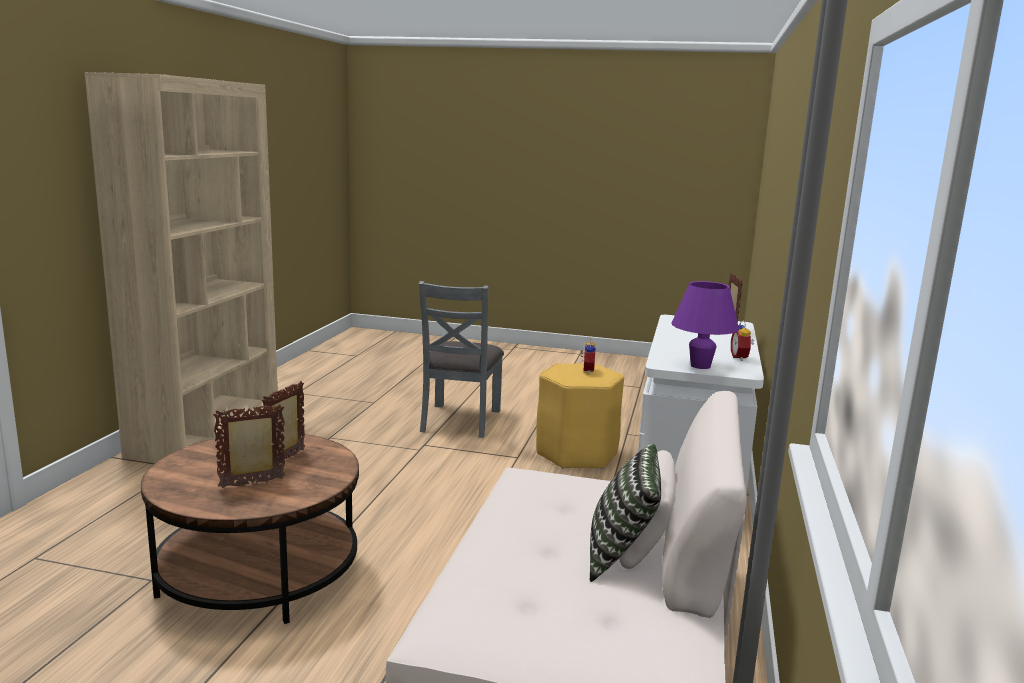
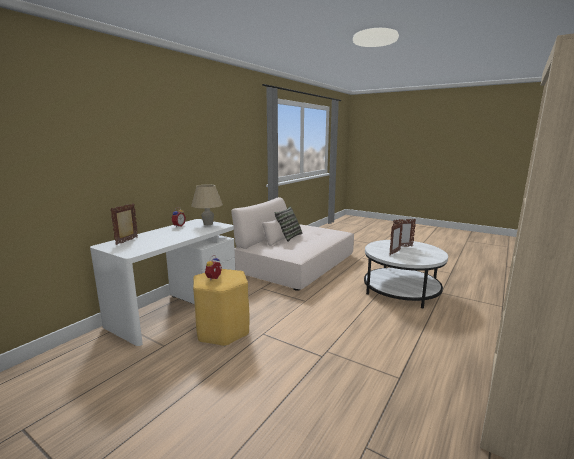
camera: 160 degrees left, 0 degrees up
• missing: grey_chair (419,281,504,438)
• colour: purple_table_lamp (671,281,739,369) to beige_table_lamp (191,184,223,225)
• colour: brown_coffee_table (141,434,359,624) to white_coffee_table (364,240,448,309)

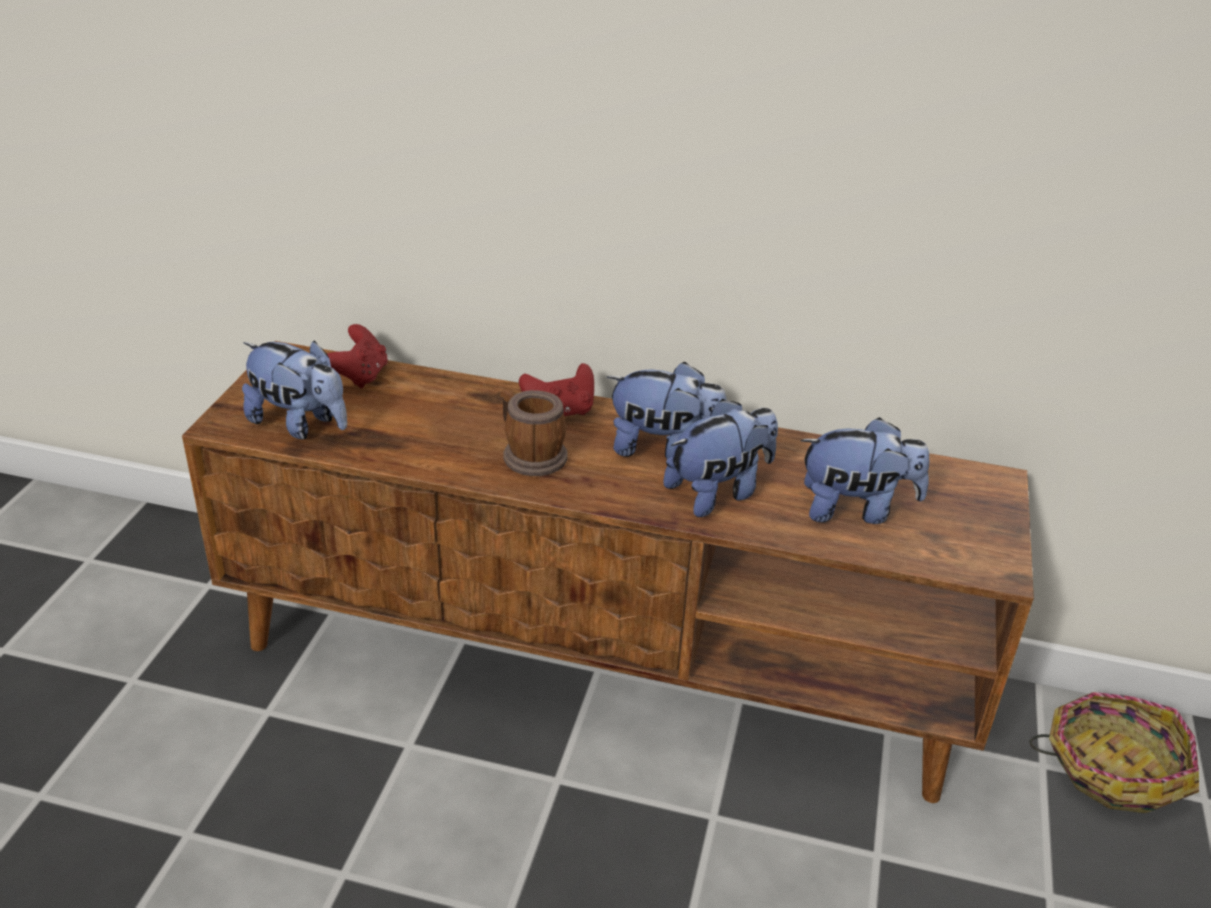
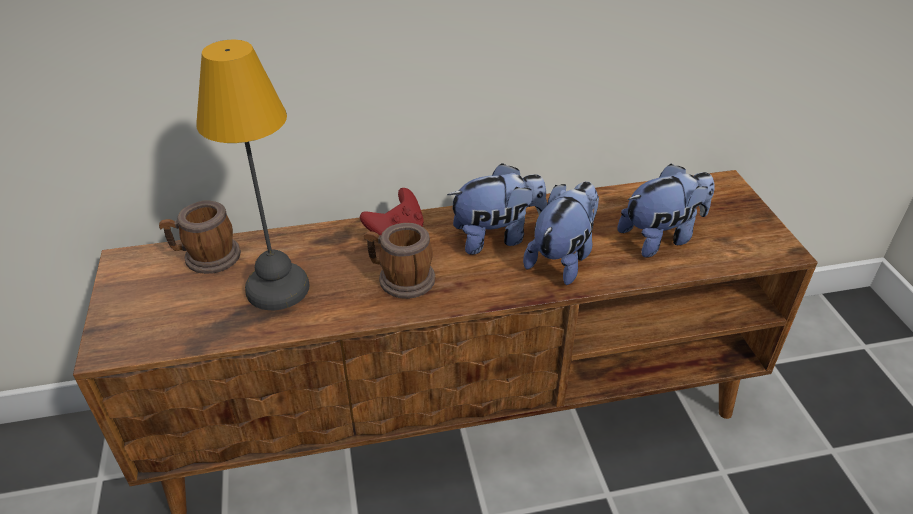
camera: 25 degrees left, 5 degrees up
• exchanged: red_game_controller (327,324,388,389) to mug (159,200,241,274)
• missing: plush_toy (242,340,347,439)
• missing: basket (1030,692,1199,813)
• appeared: table_lamp (196,40,310,310)

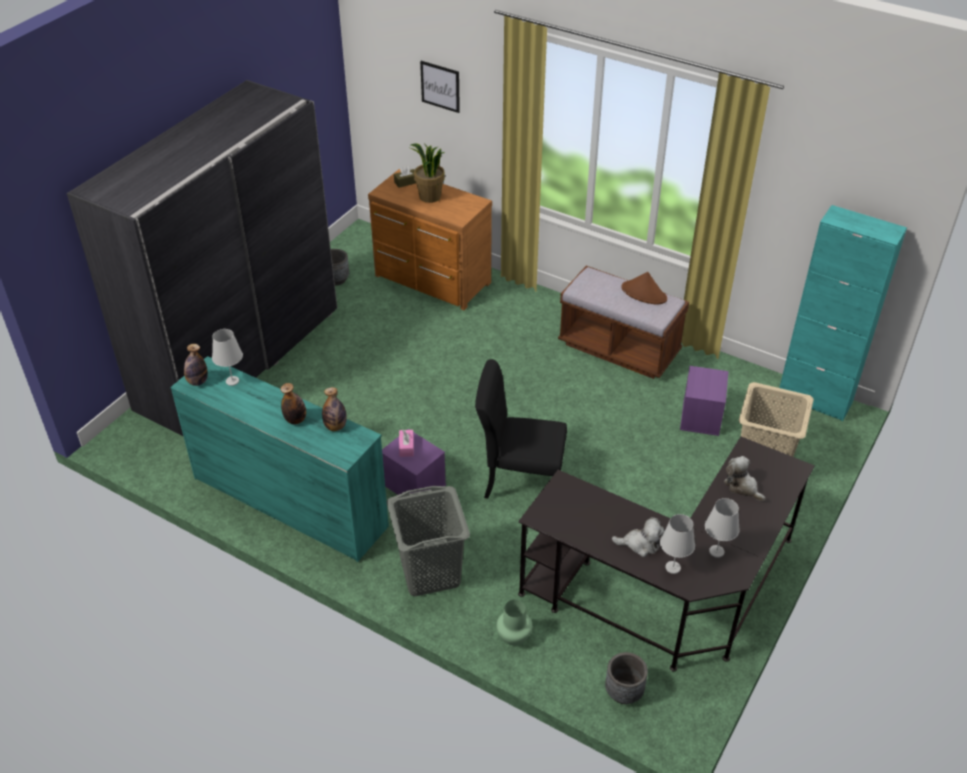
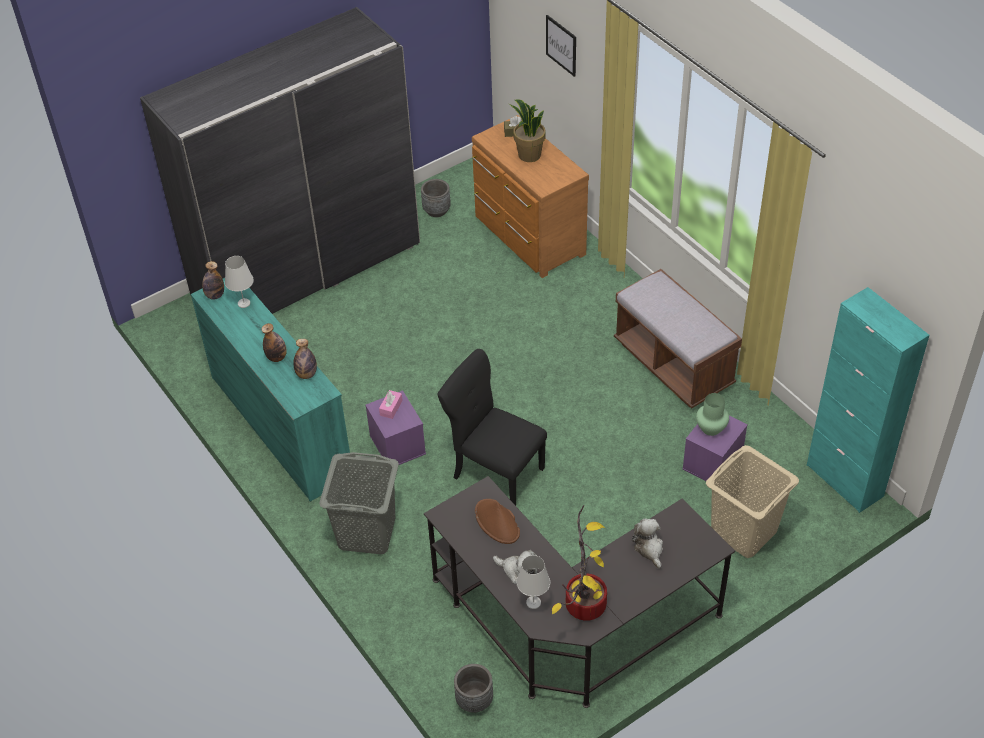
camera: 25 degrees right, 5 degrees up
• relocated: brown_hat (621,272,667,304) to (475,499,520,544)
• exchanged: white_table_lamp (705,498,740,558) to potted_plant (552,505,607,621)
• relocated: green_vase (496,600,533,645) to (696,393,729,436)

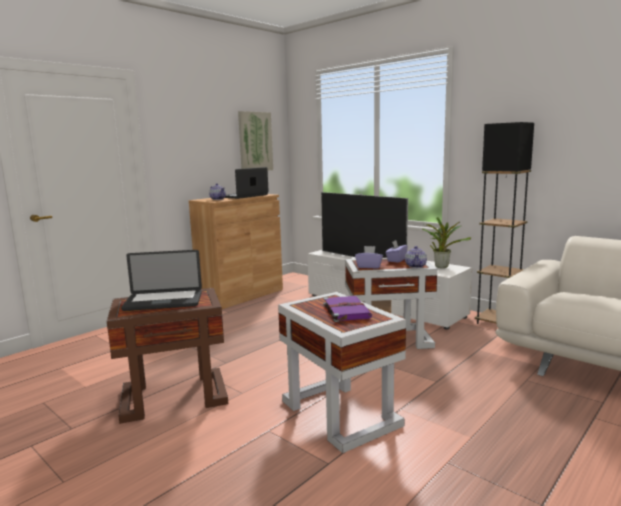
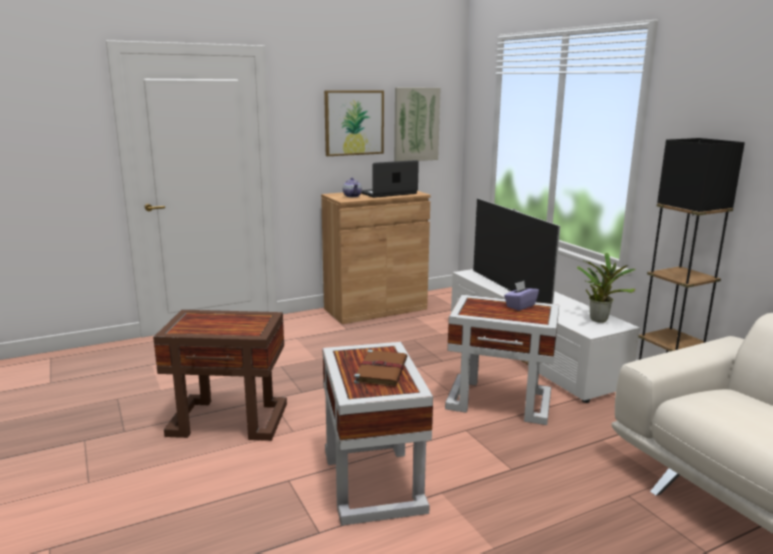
camera: 20 degrees right, 5 degrees up
• missing: purple_tissue_box (355,246,383,269)
• missing: teapot (405,246,427,268)
• missing: laptop (121,250,202,311)
• colour: purple_book (323,296,372,322) to brown_book (354,350,408,387)
• appeared: picture (324,90,384,156)

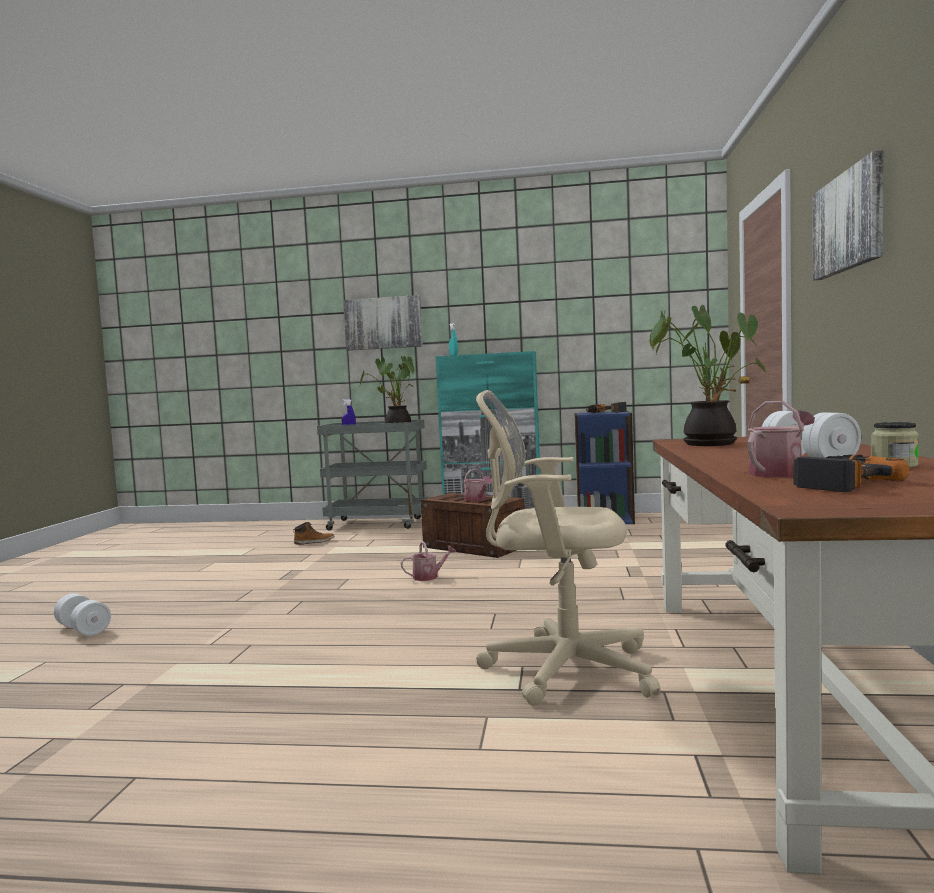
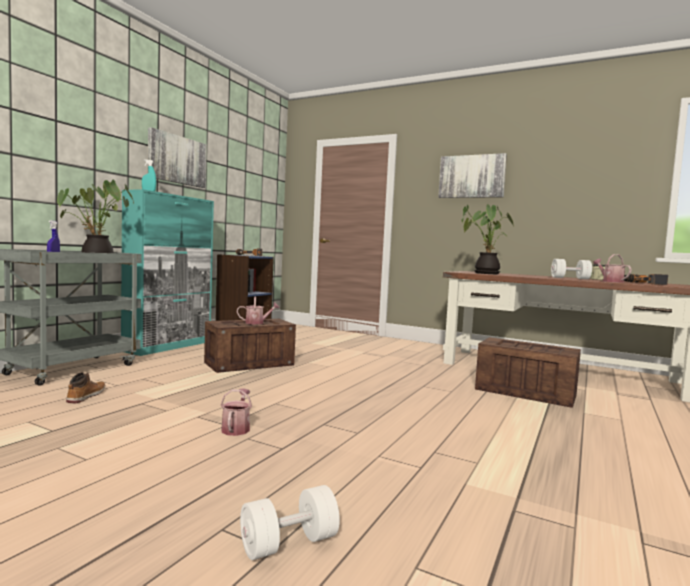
camera: 70 degrees left, 0 degrees up
• relocated: picture (343,295,423,351) to (148,127,207,188)
• exchanged: beige_office_chair (476,390,661,705) to crate (475,337,581,408)
• relocated: watering_can (401,541,456,581) to (221,388,252,436)

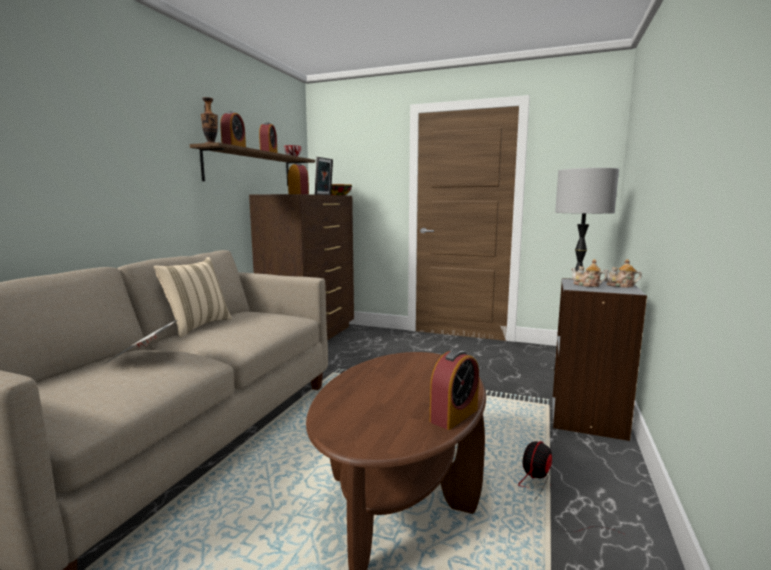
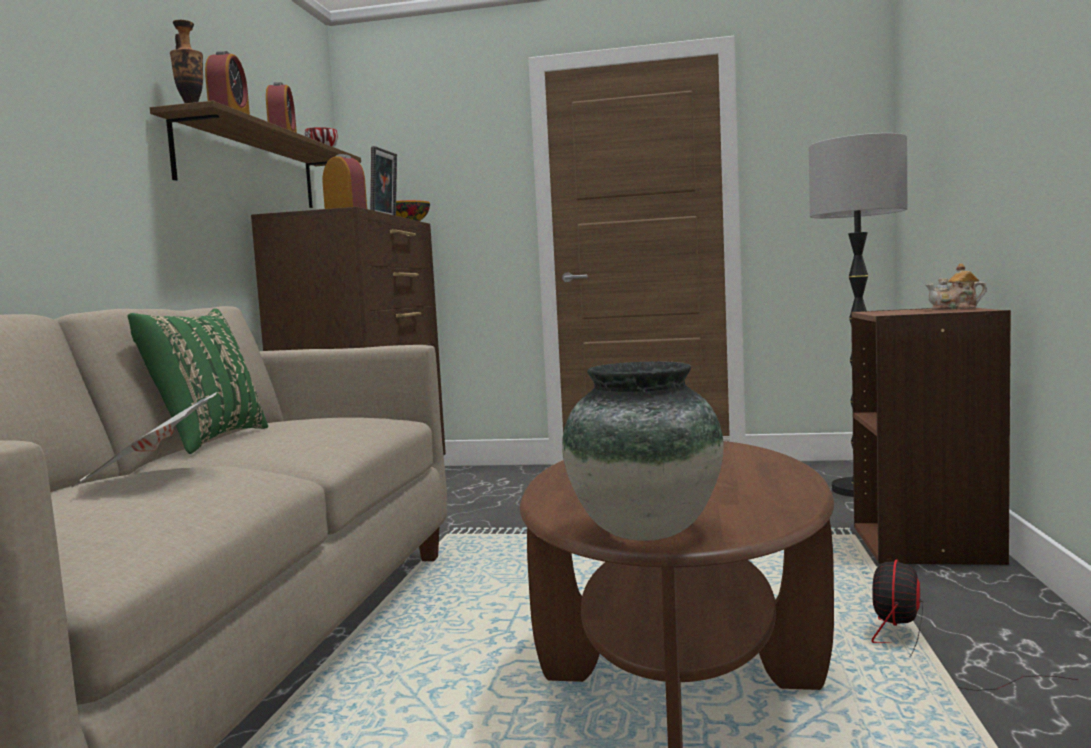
camera: 10 degrees left, 5 degrees down
• colour: beige_pillow (154,257,232,338) to green_pillow (128,308,268,454)
• missing: teapot (571,259,608,287)
• colour: grey_bookcase (552,278,647,441) to brown_bookcase (851,308,1011,565)
• missing: alarm_clock (430,349,479,430)
• appeared: vase (562,362,724,541)

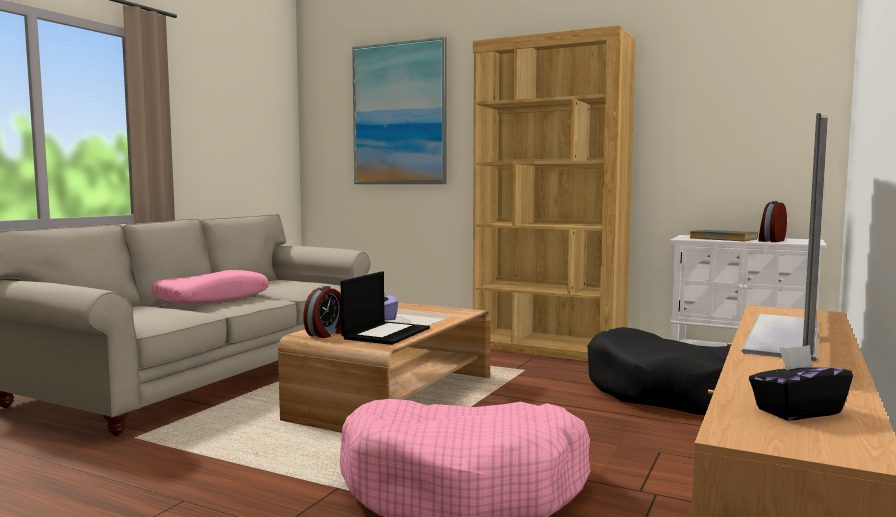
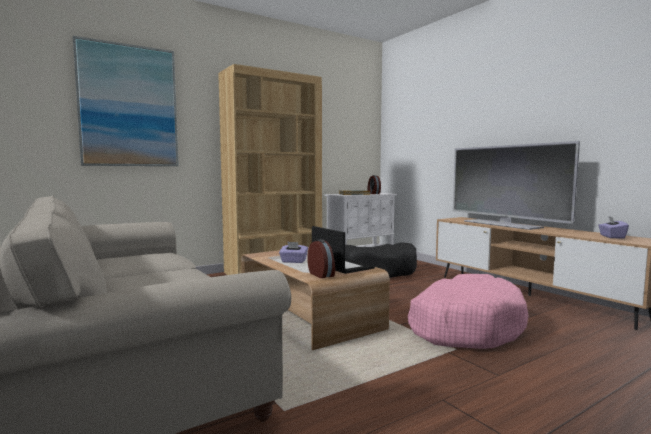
camera: 60 degrees left, 0 degrees up
• missing: pink_pillow (151,270,269,303)
• colour: black_tissue_box (749,345,853,421) to purple_tissue_box (598,216,629,239)

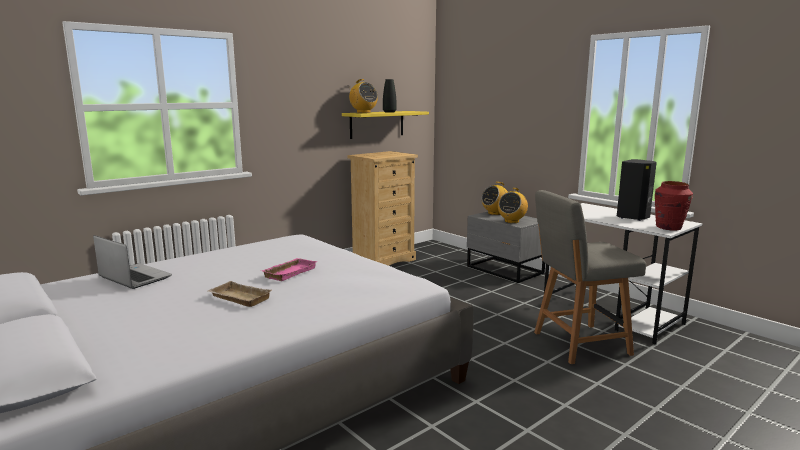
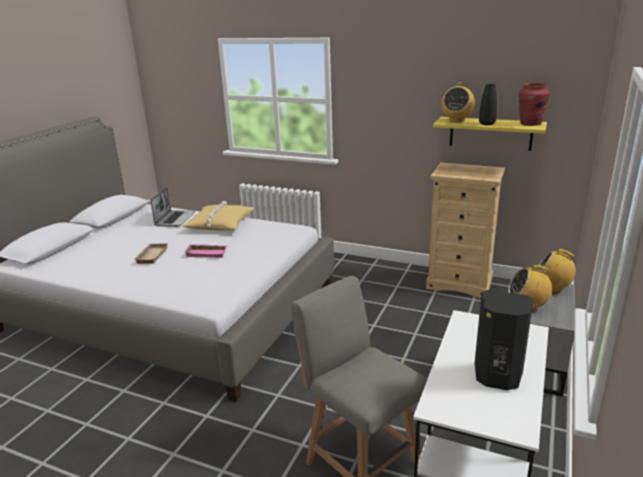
camera: 65 degrees right, 10 degrees up
• relocated: red_vase (655,181,693,230) to (519,83,550,126)
• appeared: yellow_pillow (183,201,254,230)

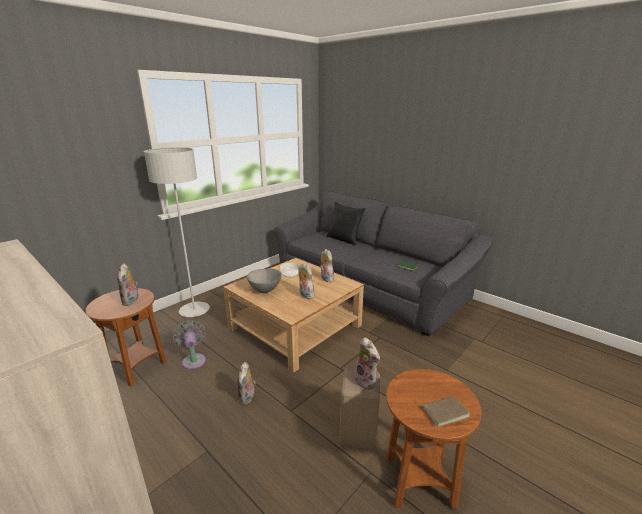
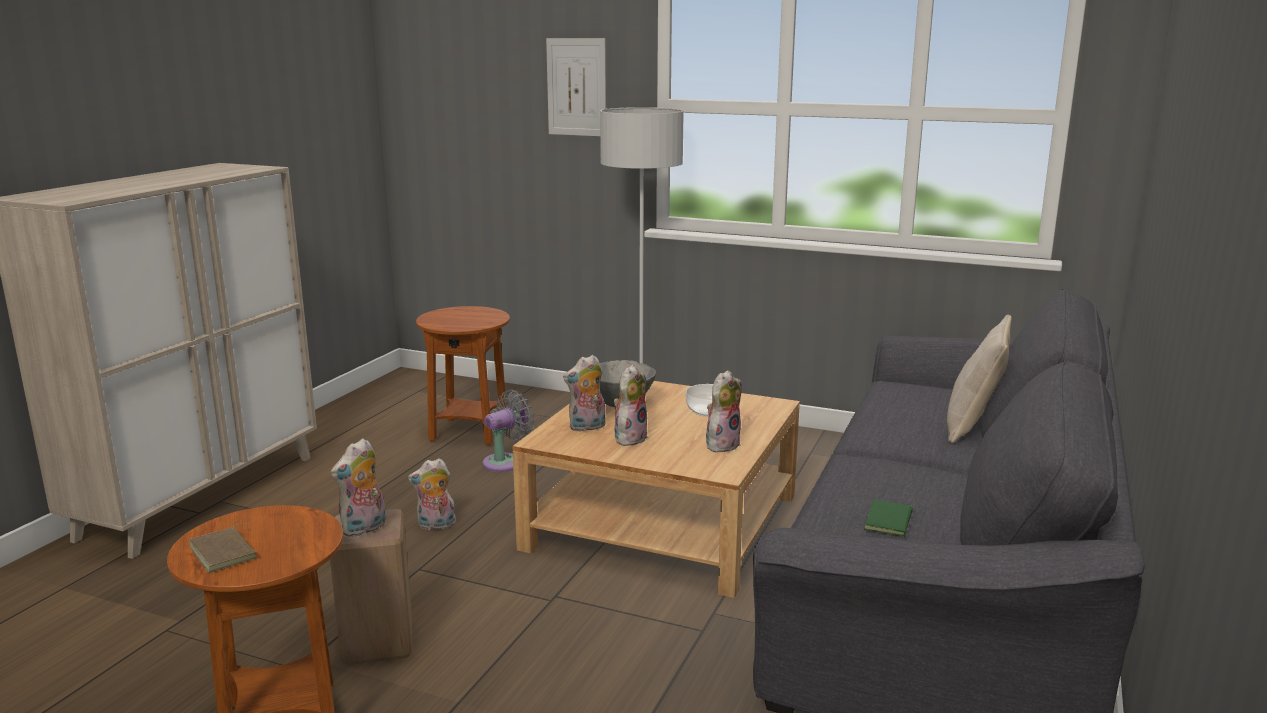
camera: 70 degrees right, 5 degrees down
• colour: black_pillow (326,202,365,245) to beige_pillow (947,315,1012,443)
• relocated: plush_toy (117,263,138,306) to (563,355,606,432)
• appeared: picture (546,38,606,136)

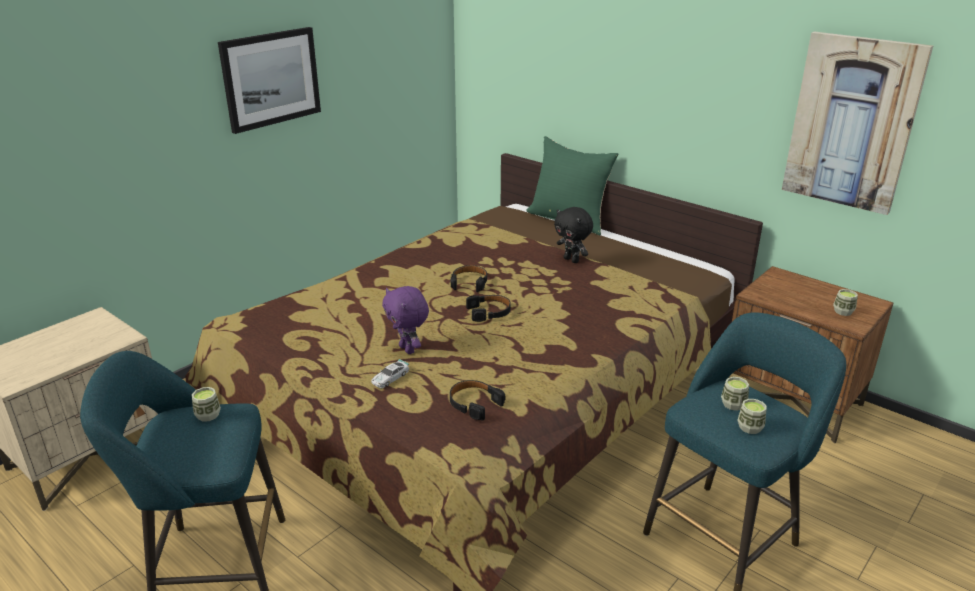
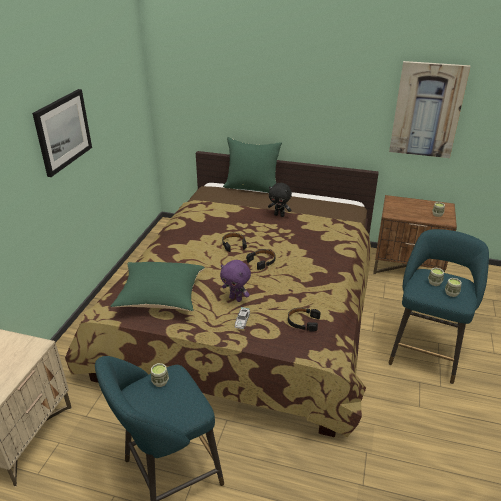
camera: 25 degrees left, 5 degrees up
• appeared: green_pillow (110,262,205,312)

